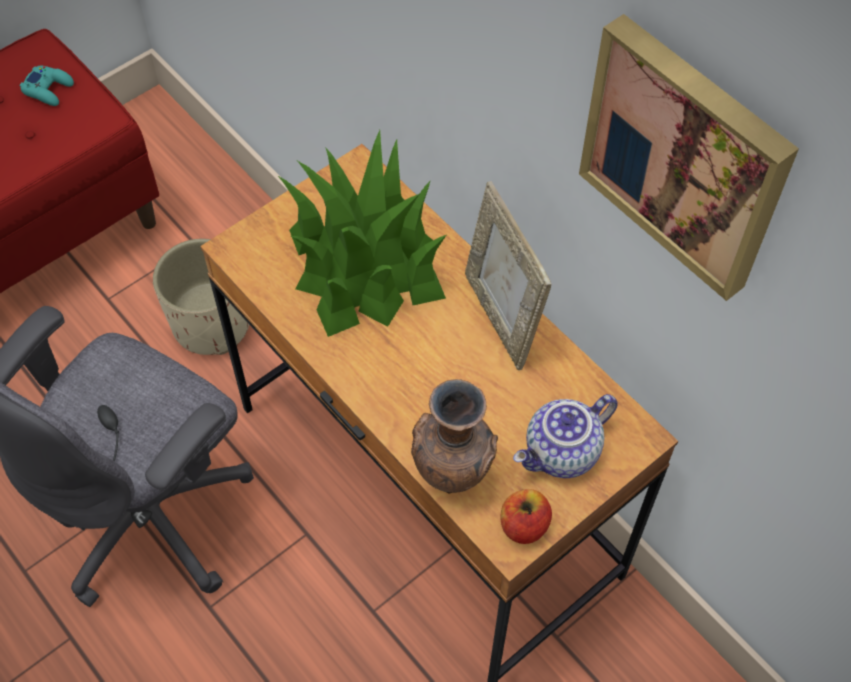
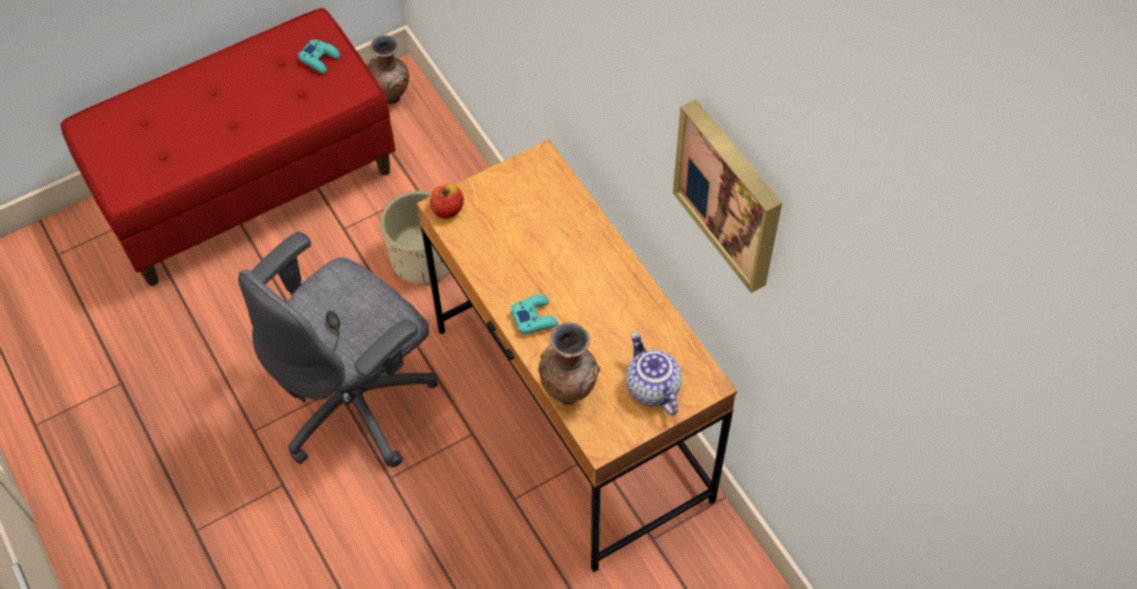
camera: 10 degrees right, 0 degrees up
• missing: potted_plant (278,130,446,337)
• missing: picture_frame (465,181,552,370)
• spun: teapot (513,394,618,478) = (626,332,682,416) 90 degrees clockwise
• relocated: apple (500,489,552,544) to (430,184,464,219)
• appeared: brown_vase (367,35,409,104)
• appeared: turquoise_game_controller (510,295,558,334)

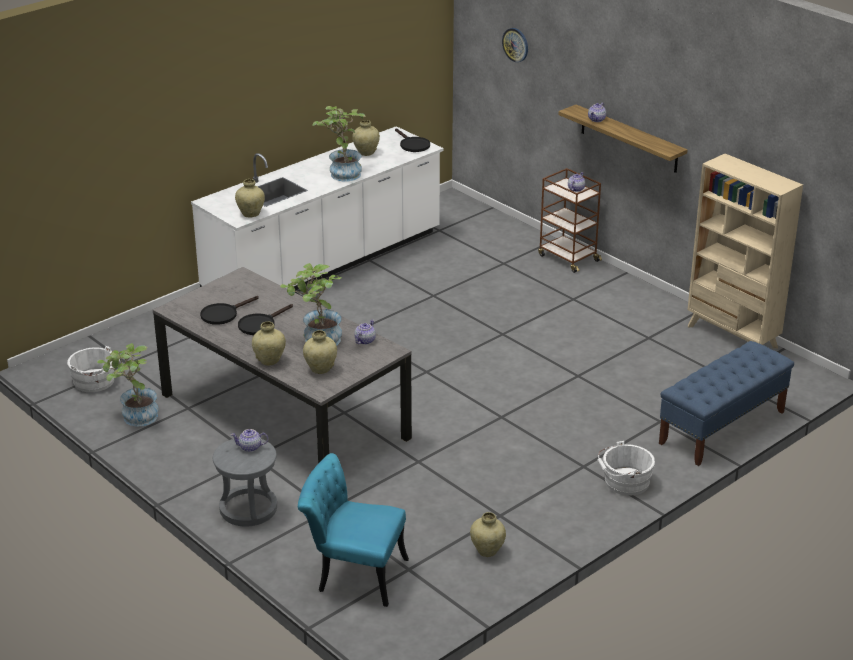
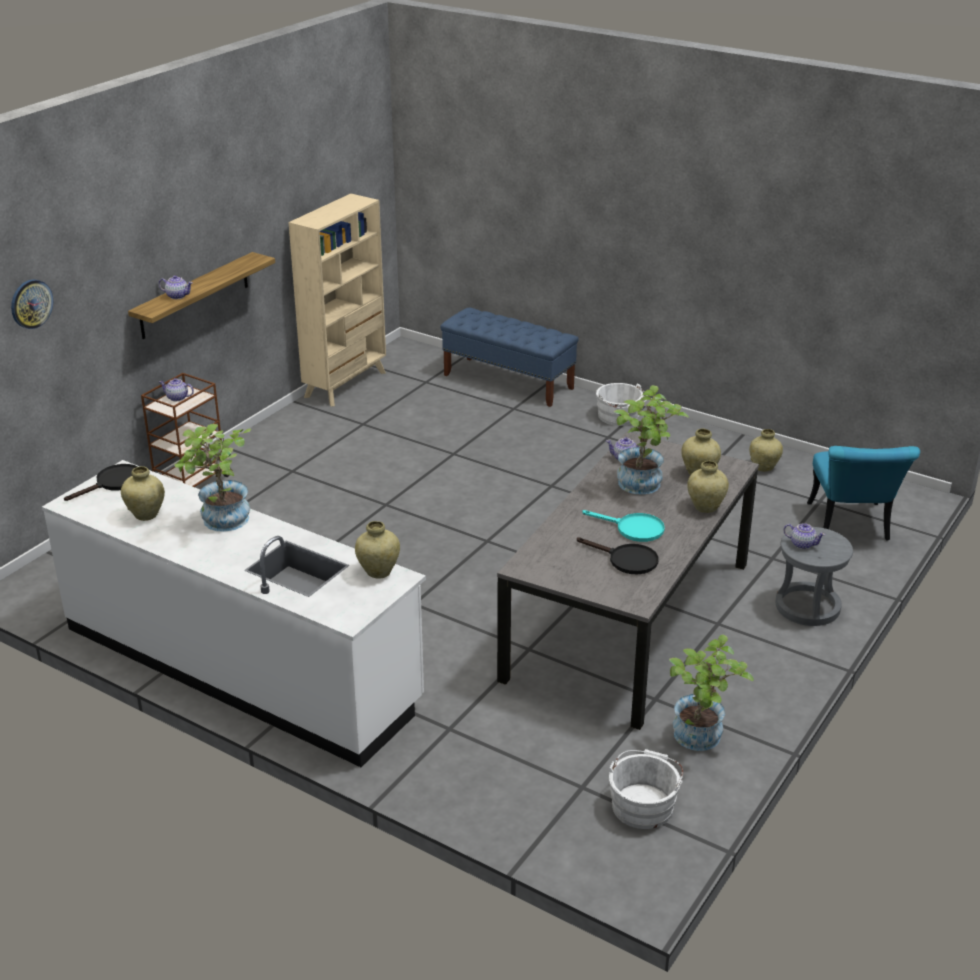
camera: 105 degrees left, 0 degrees up
• colour: black_frying_pan (238,304,293,335) to turquoise_frying_pan (582,510,665,542)
• spun: teapot (231,429,268,452) = (783,523,826,549) 45 degrees counterclockwise

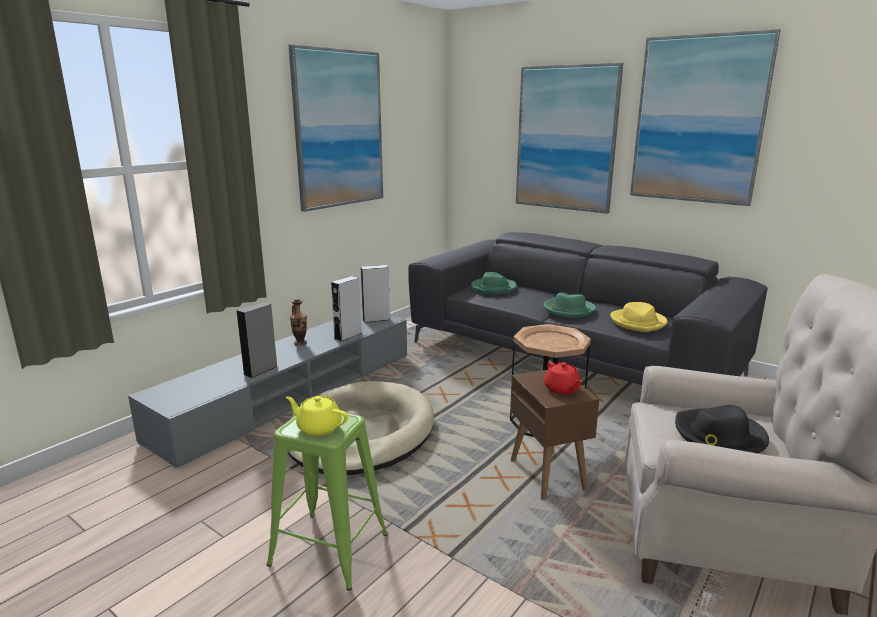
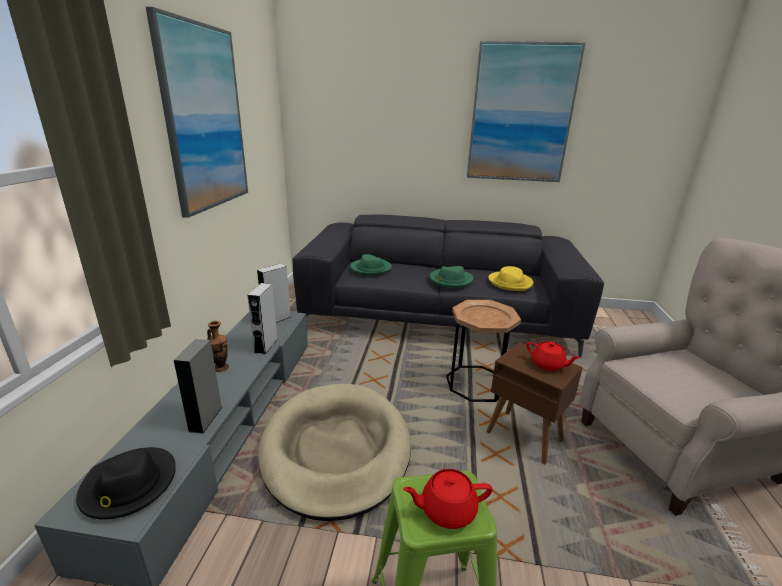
camera: 30 degrees left, 5 degrees up
• missing: picture (516,63,623,214)
• colour: yellow_teapot (286,396,348,436) to red_teapot (403,469,492,529)
• relocated: black_hat (675,405,769,453) to (76,447,176,519)

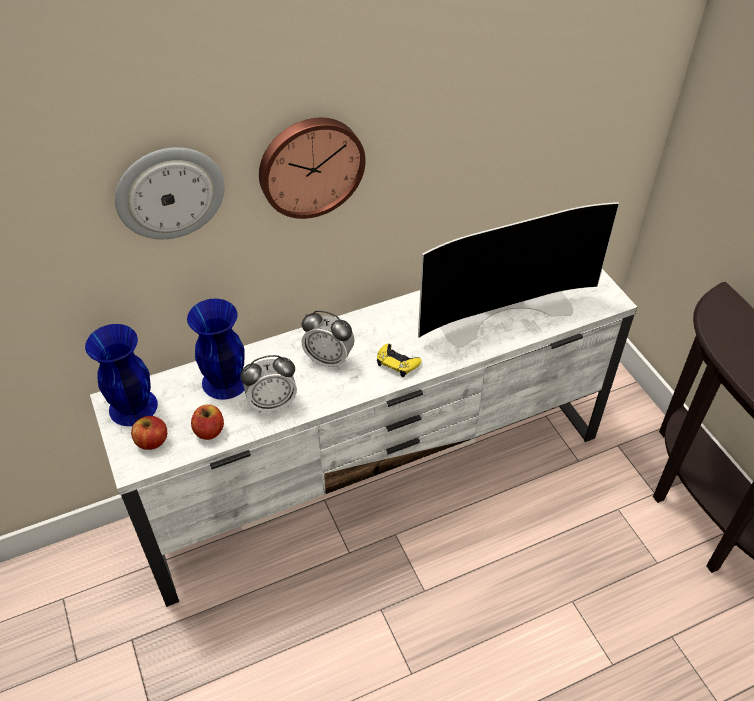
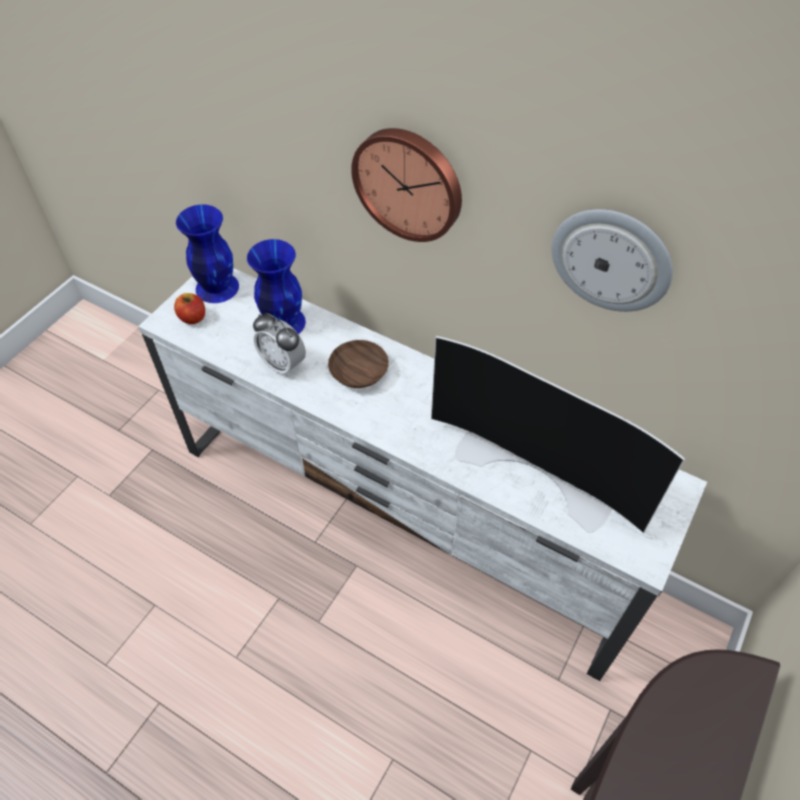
camera: 55 degrees right, 5 degrees up
• relocated: wall_clock (115,147,225,239) to (552,209,673,312)
• exchanged: alarm_clock (301,310,355,369) to brown_bowl (328,340,389,388)
• missing: yellow_game_controller (377,344,422,377)
• missing: apple (191,404,224,440)

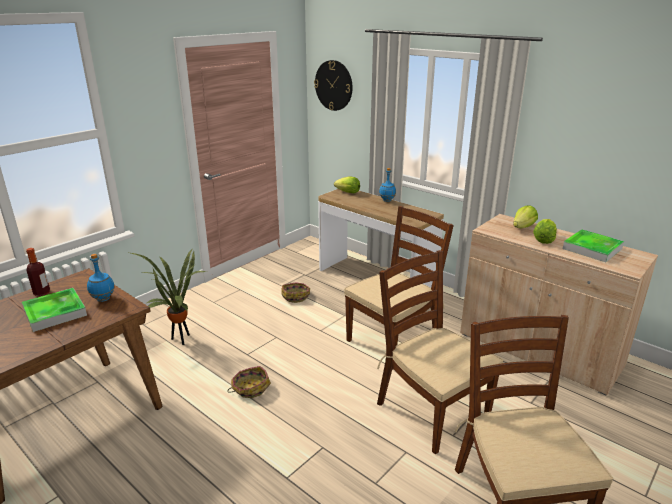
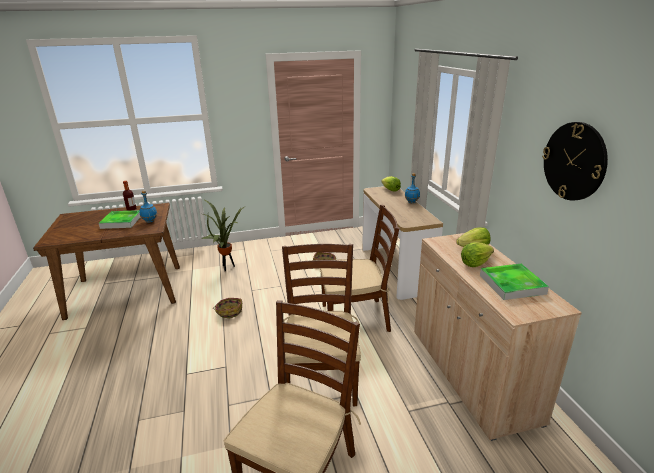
camera: 35 degrees right, 0 degrees up
• relocated: wall_clock (314,60,353,111) to (542,122,608,201)

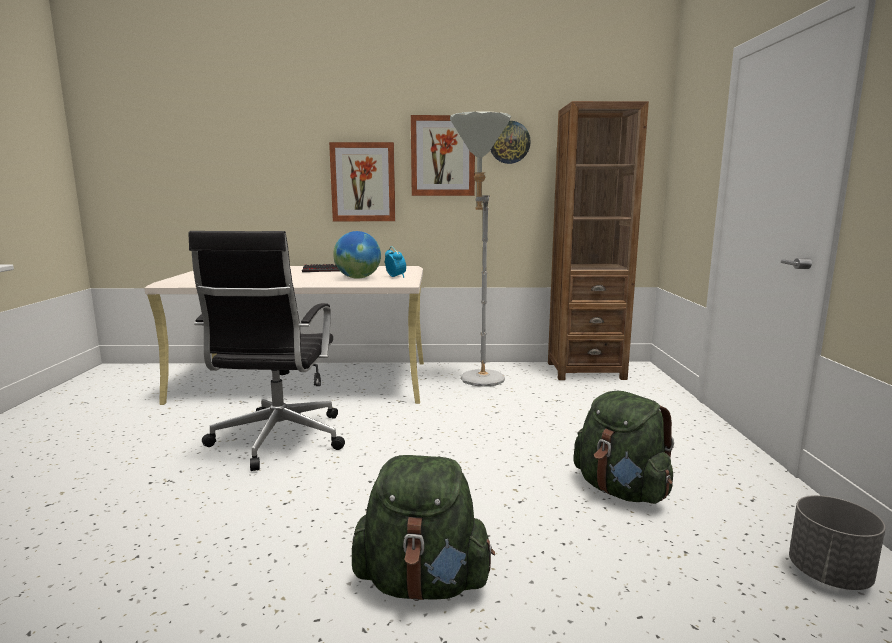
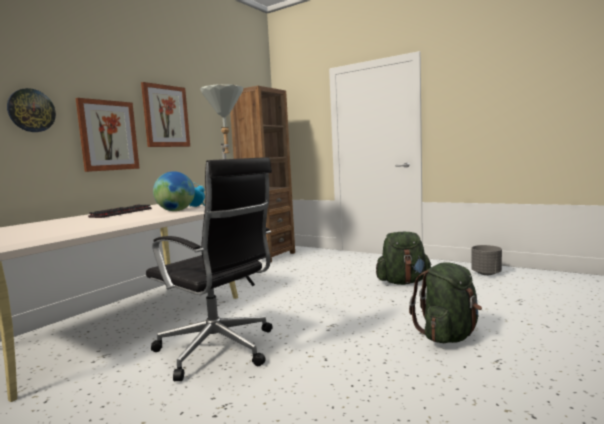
camera: 55 degrees left, 5 degrees down
• relocated: wall_clock (491,121,531,164) to (7,88,56,132)

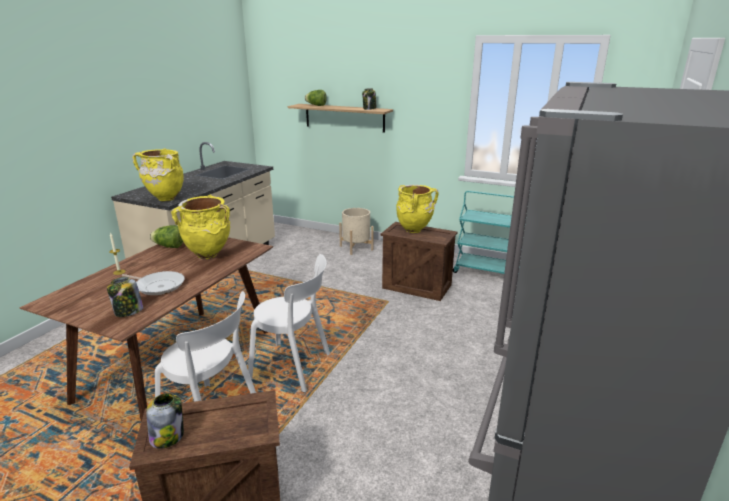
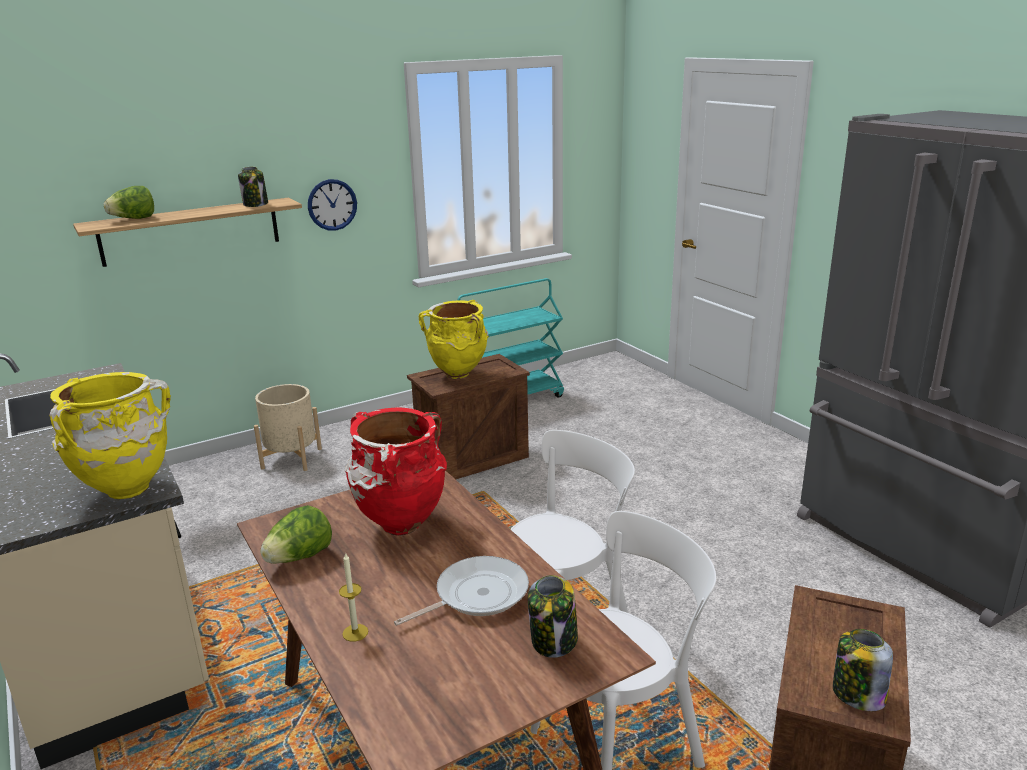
camera: 55 degrees left, 0 degrees up
• colour: yellow_vase (171,195,230,259) to red_vase (345,407,447,536)
• appeared: wall_clock (308,179,357,231)

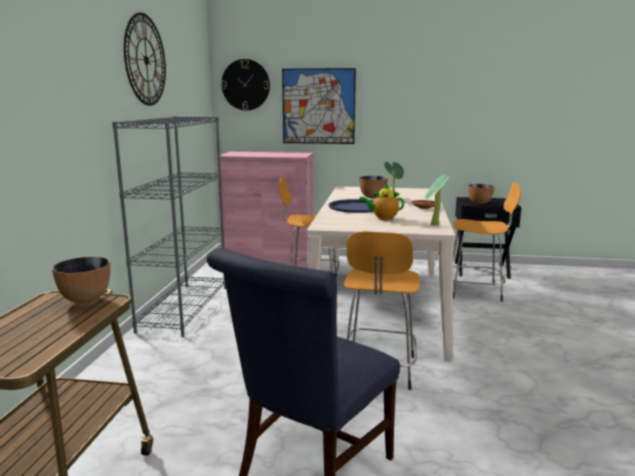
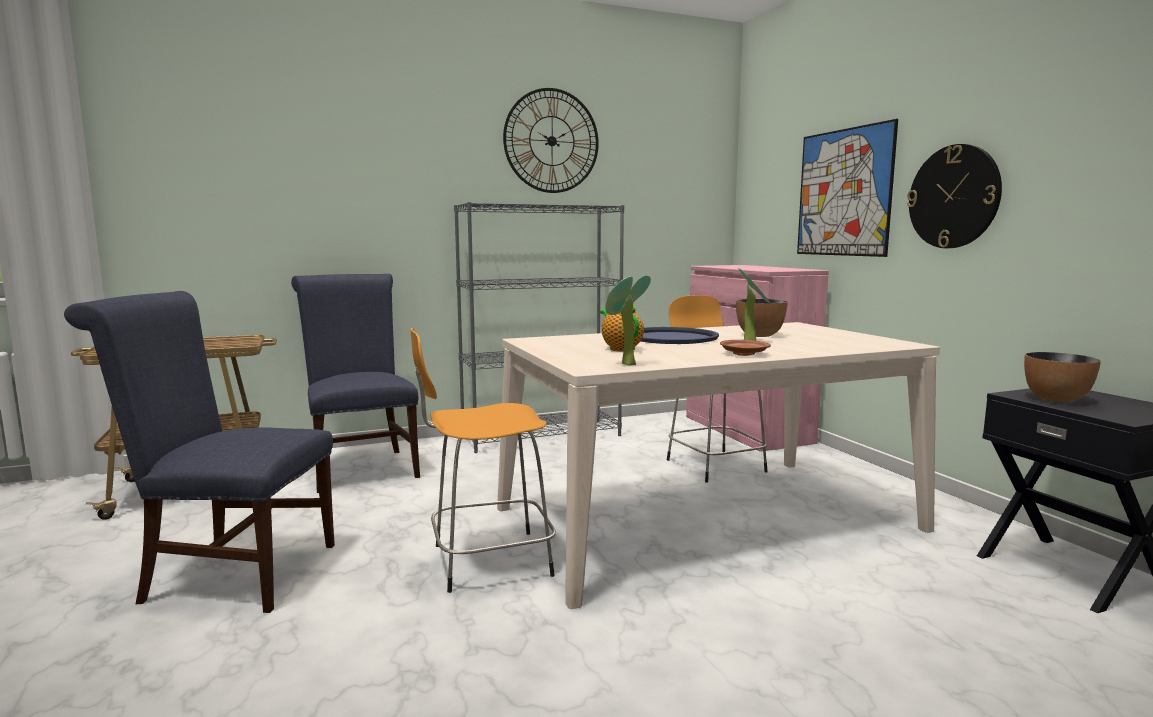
camera: 60 degrees right, 5 degrees down
• relocated: wall_clock (221,59,270,111) to (907,144,1002,248)
• missing: orange_stool (453,183,521,302)
• missing: bowl (52,257,110,303)
• appeared: blue_chair (291,274,420,493)

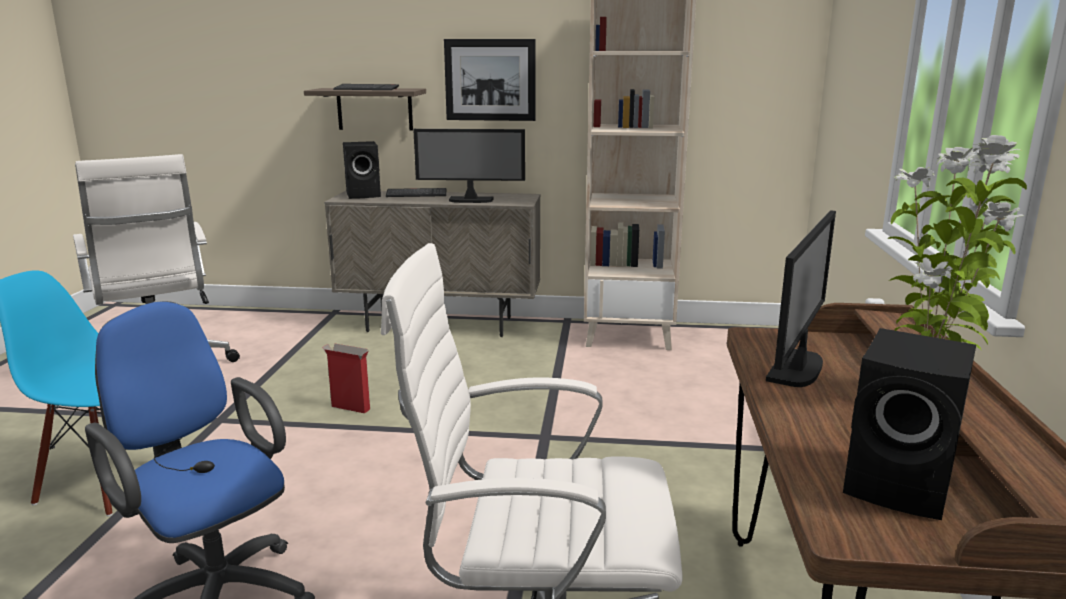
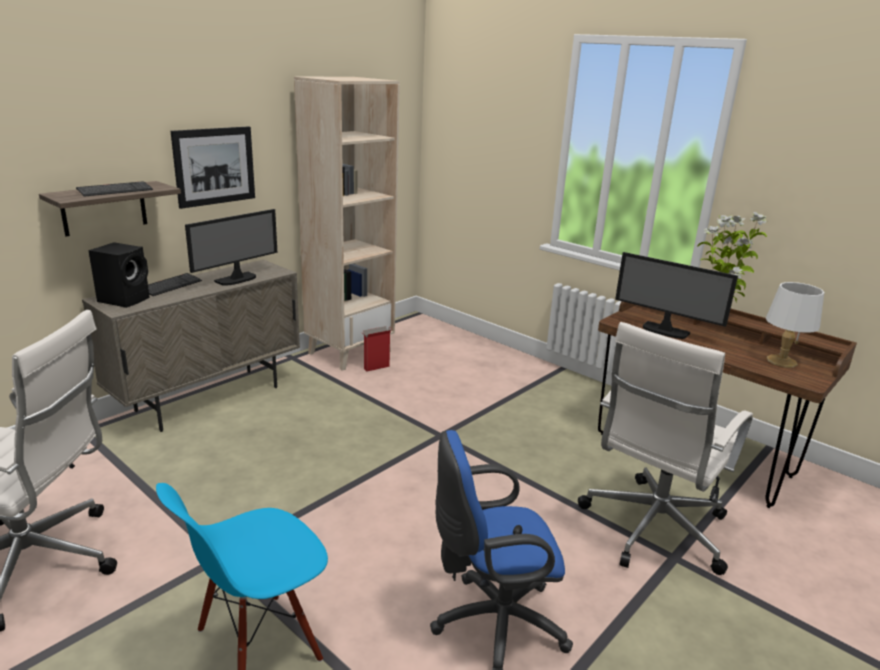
camera: 55 degrees left, 5 degrees up
• spun: monitor (766,210,836,387) = (615,252,738,339) 150 degrees clockwise
• exchanged: black_speaker (843,328,976,520) to white_table_lamp (766,282,824,368)
• relocated: cardboard_box (322,344,370,413) to (362,326,392,372)

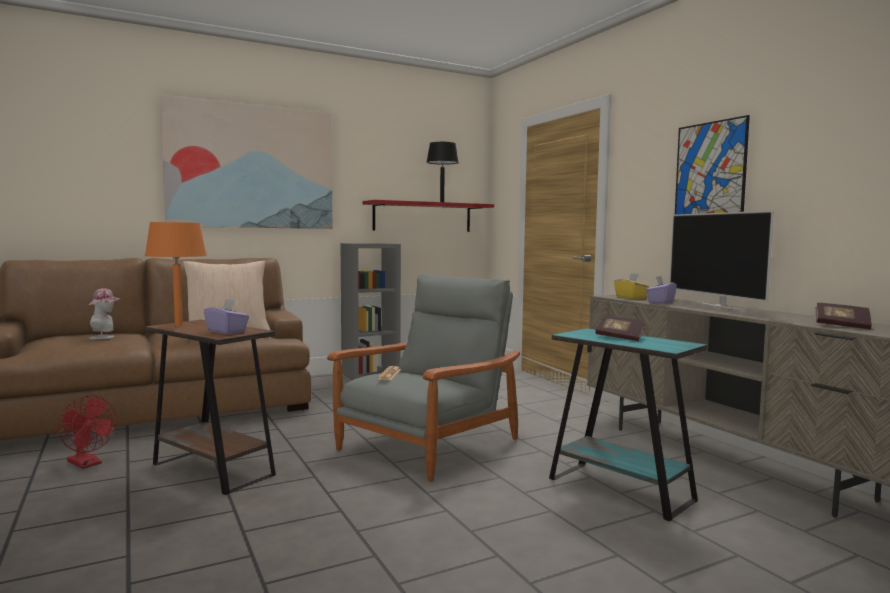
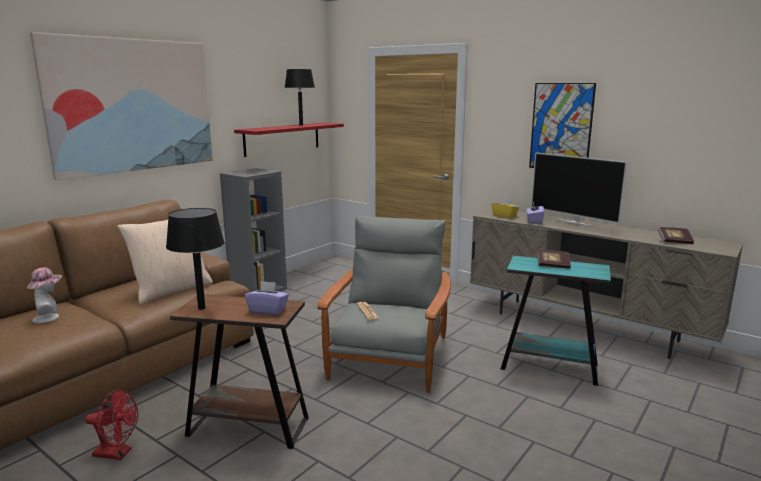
camera: 25 degrees left, 10 degrees up
• colour: orange_table_lamp (145,222,207,326) to black_table_lamp (166,208,225,310)

